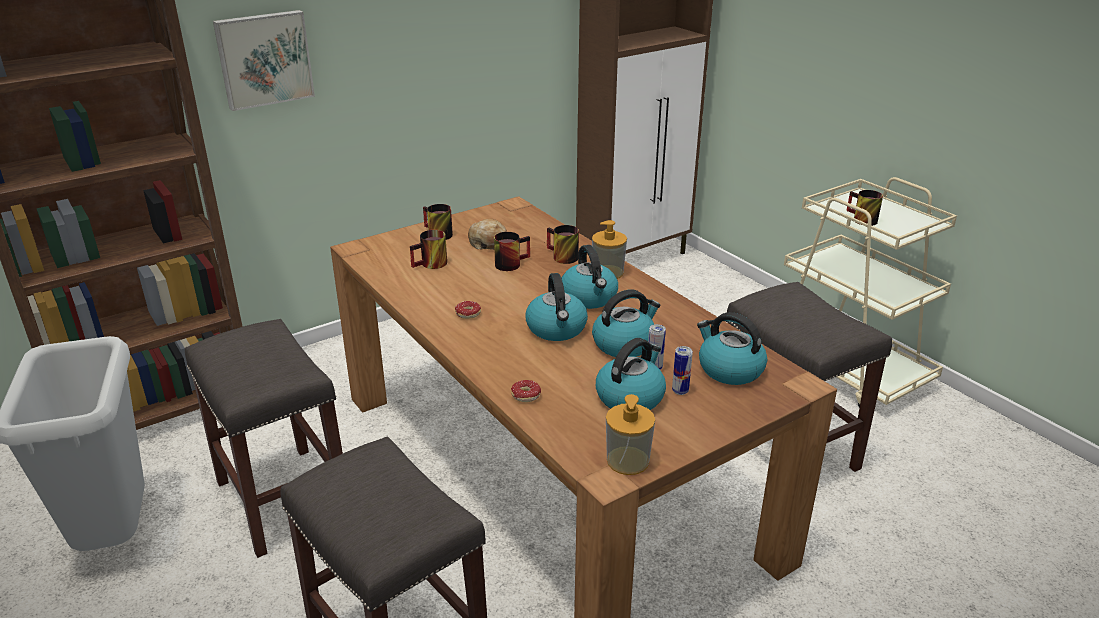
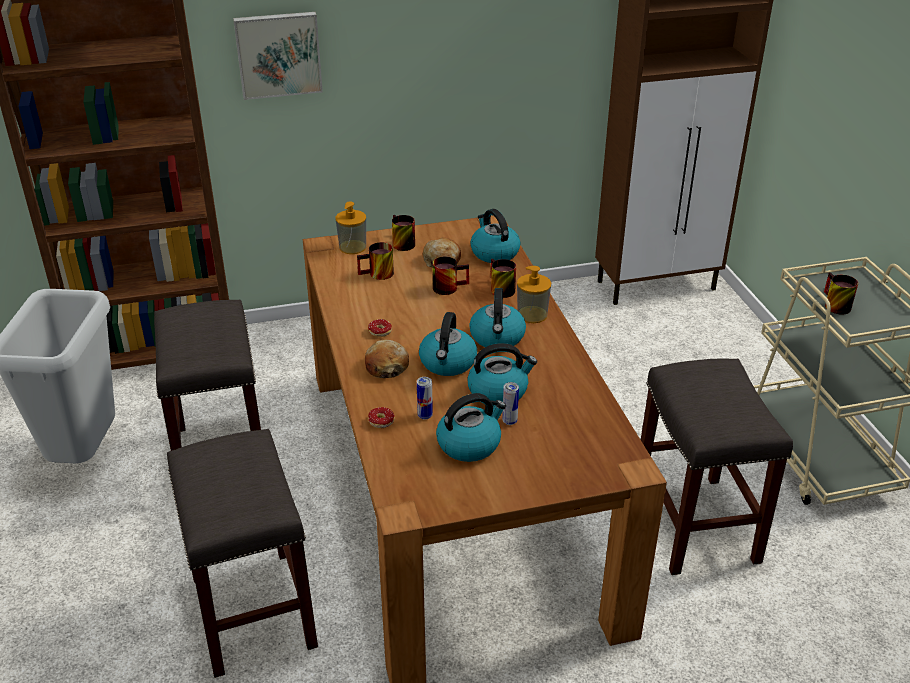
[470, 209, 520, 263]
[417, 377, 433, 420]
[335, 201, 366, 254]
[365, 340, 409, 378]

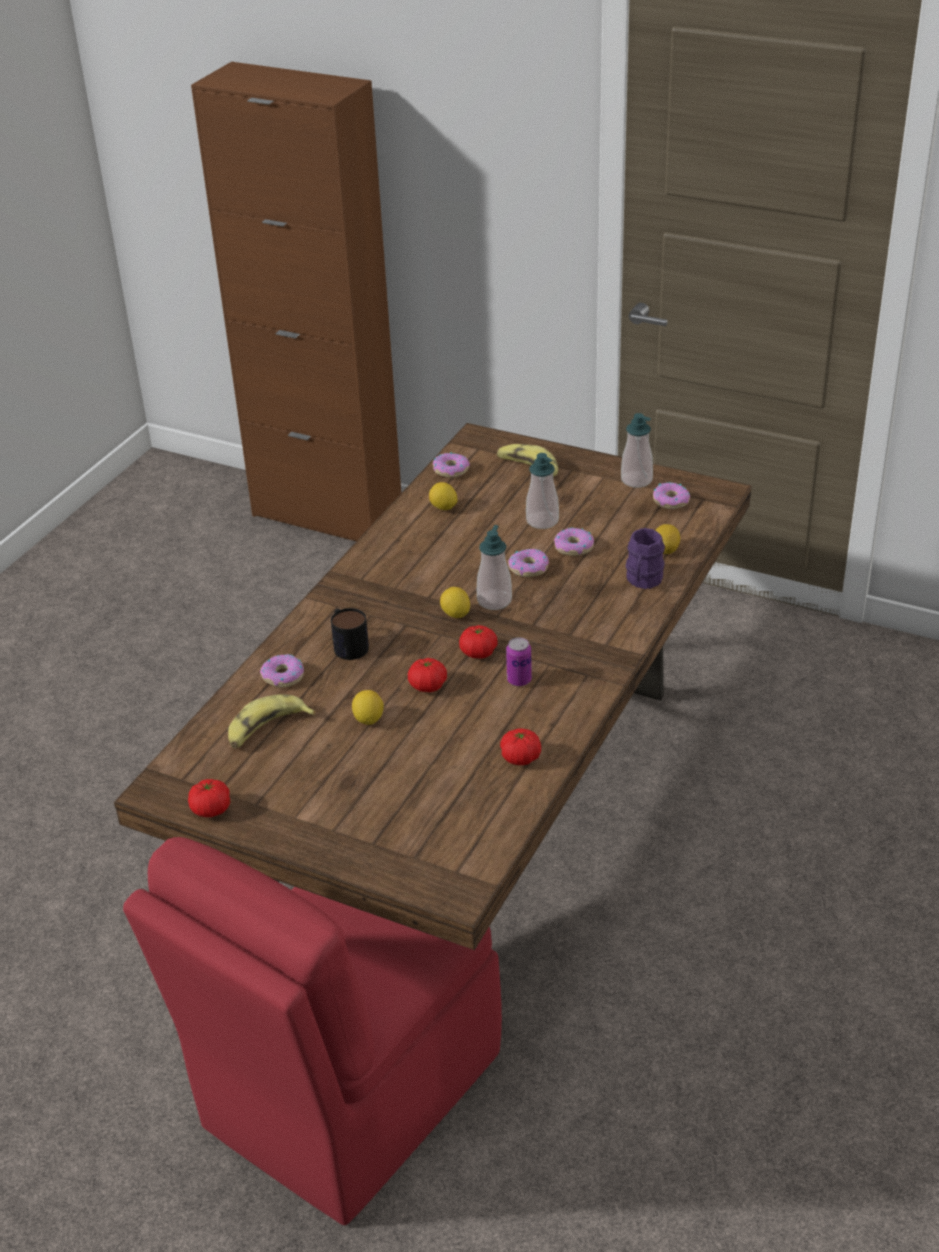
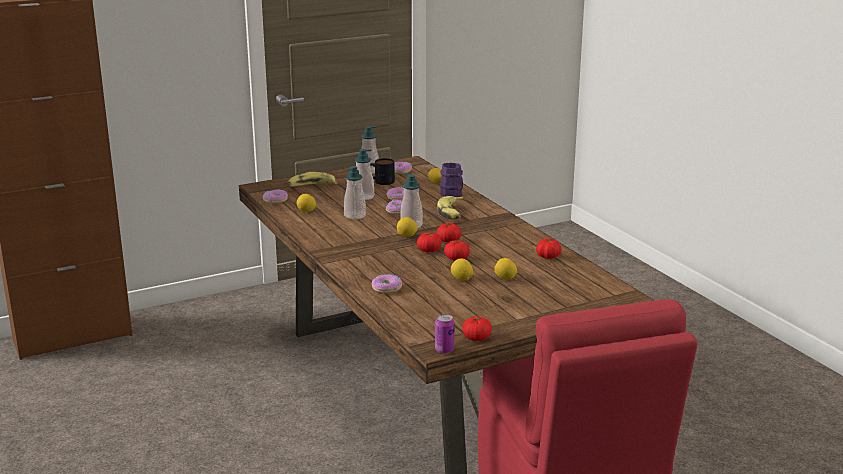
[370, 158, 395, 185]
[435, 314, 455, 354]
[437, 196, 464, 220]
[344, 166, 366, 219]
[417, 232, 442, 252]
[494, 258, 517, 280]

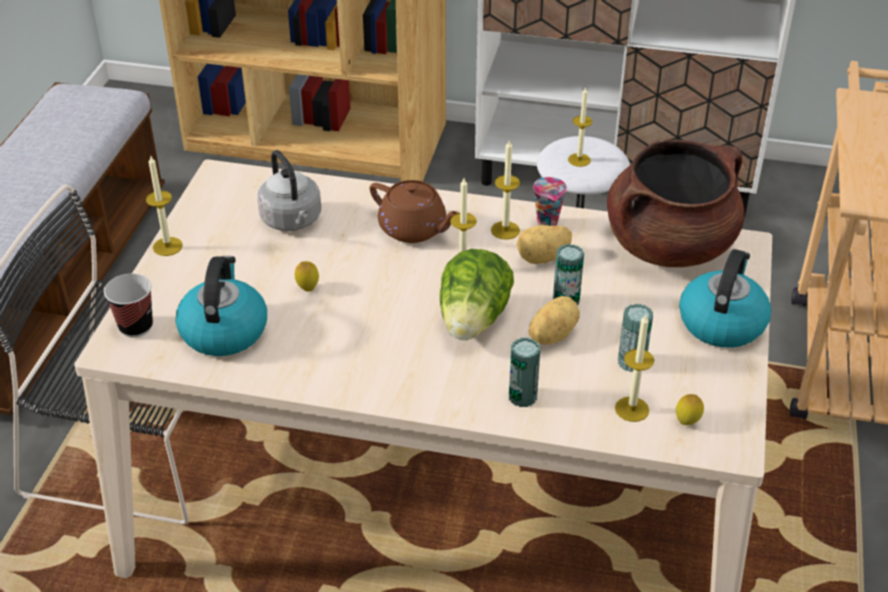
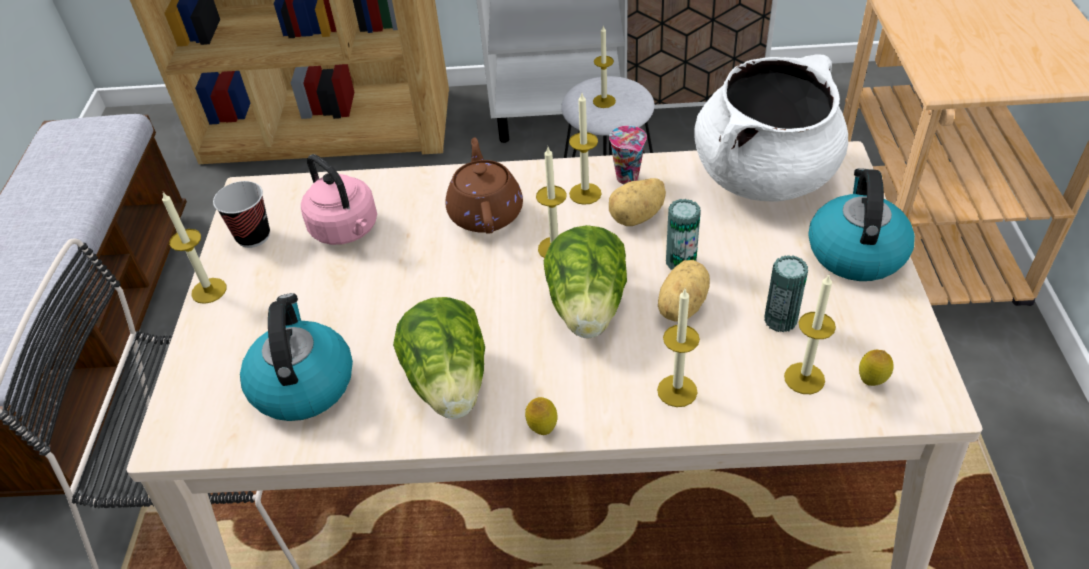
[694, 55, 848, 202]
[301, 154, 377, 245]
[446, 138, 523, 234]
[525, 397, 557, 435]
[213, 181, 270, 248]
[657, 289, 700, 407]
[393, 297, 485, 419]

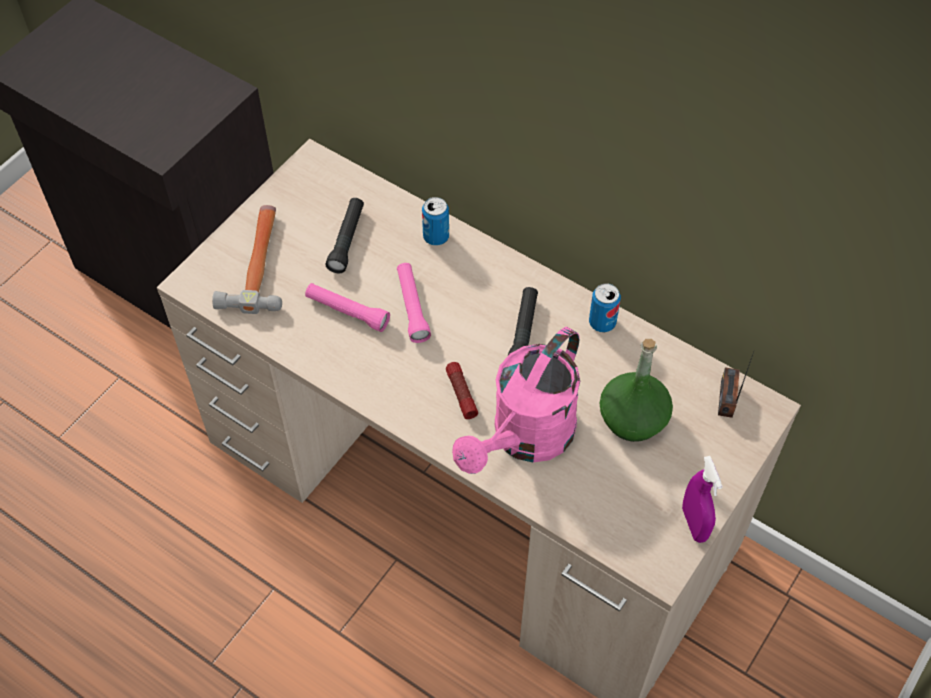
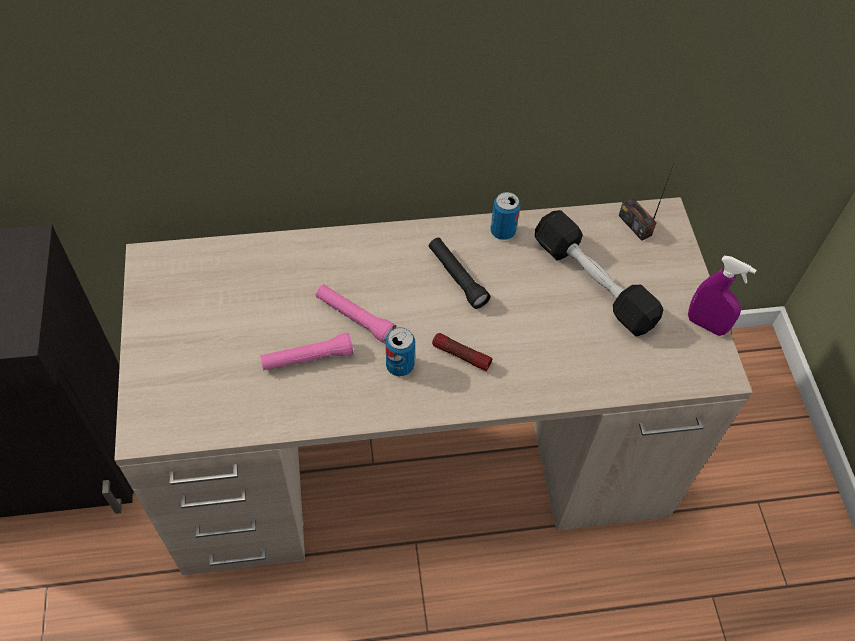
[386, 327, 415, 376]
[325, 198, 364, 274] (first image)
[212, 205, 282, 314] (first image)
[452, 327, 580, 474] (first image)
[535, 210, 663, 336]

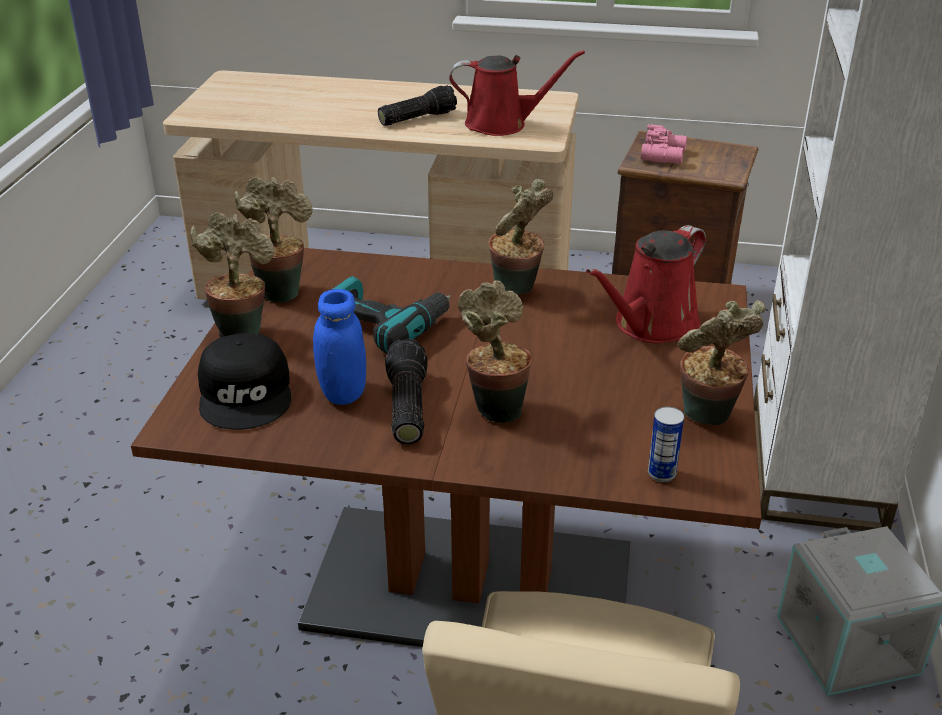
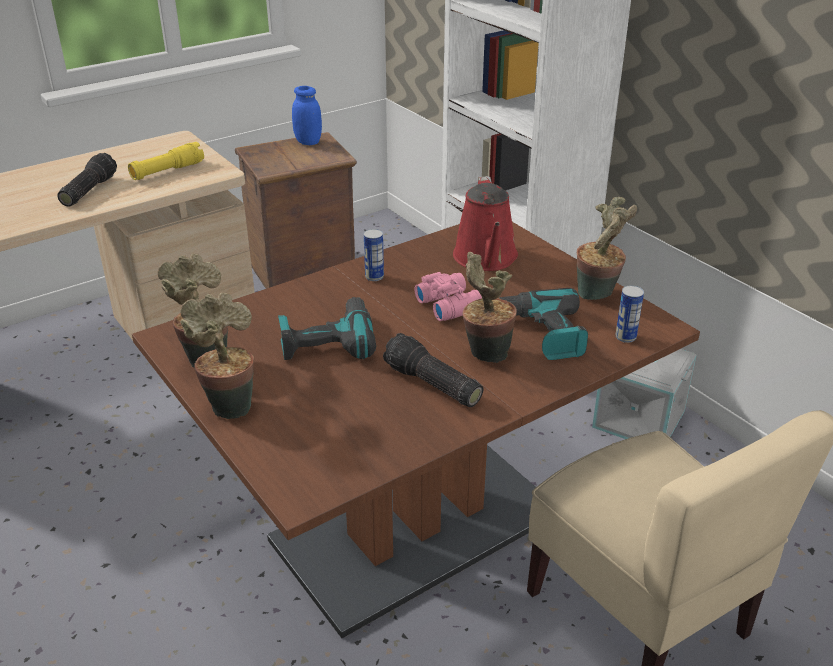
[128, 142, 204, 180]
[414, 272, 482, 321]
[364, 229, 384, 281]
[292, 86, 322, 145]
[198, 333, 291, 430] (first image)
[499, 288, 588, 360]

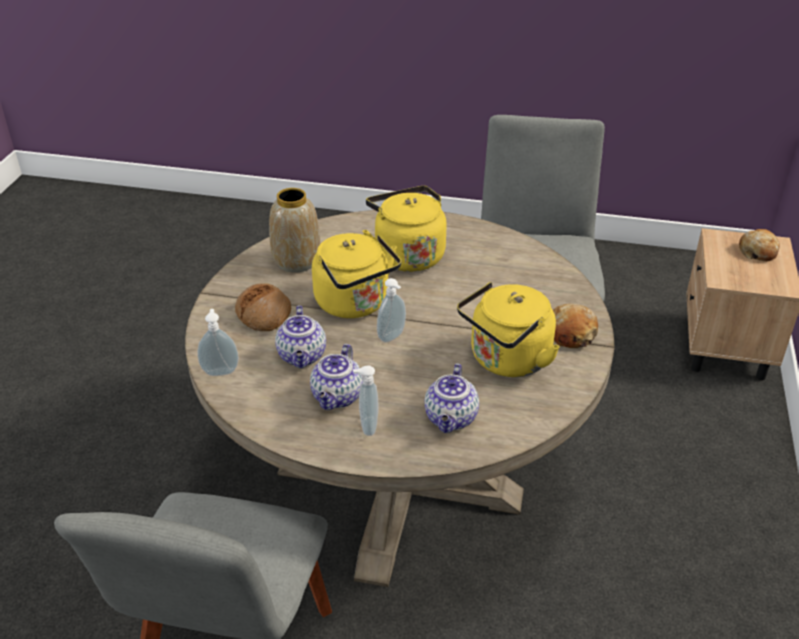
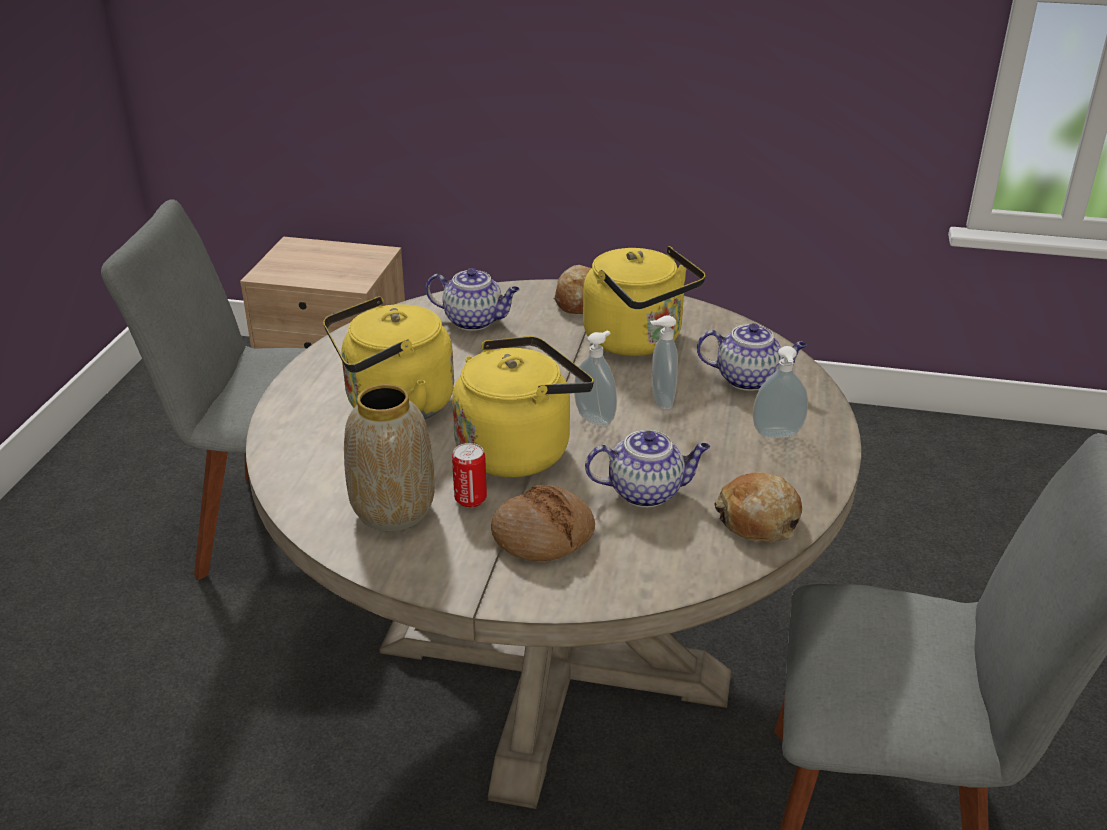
[715, 472, 802, 542]
[650, 315, 678, 409]
[426, 268, 520, 331]
[452, 443, 487, 508]

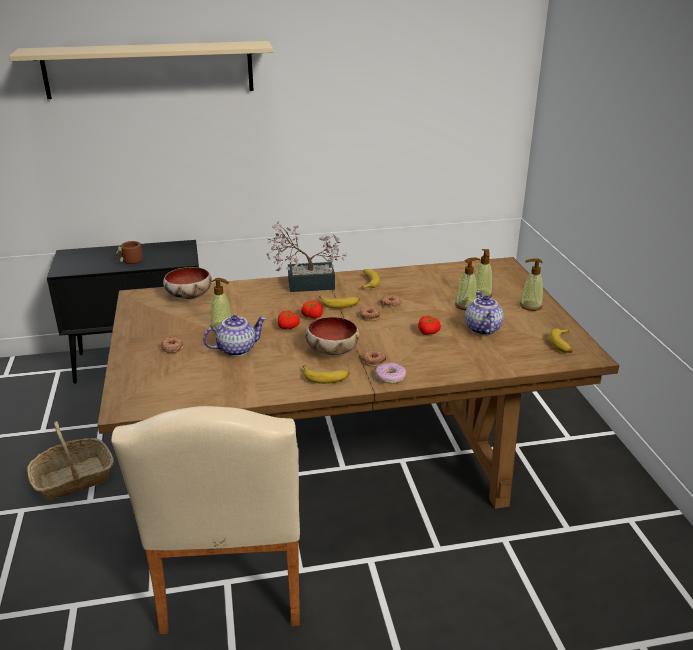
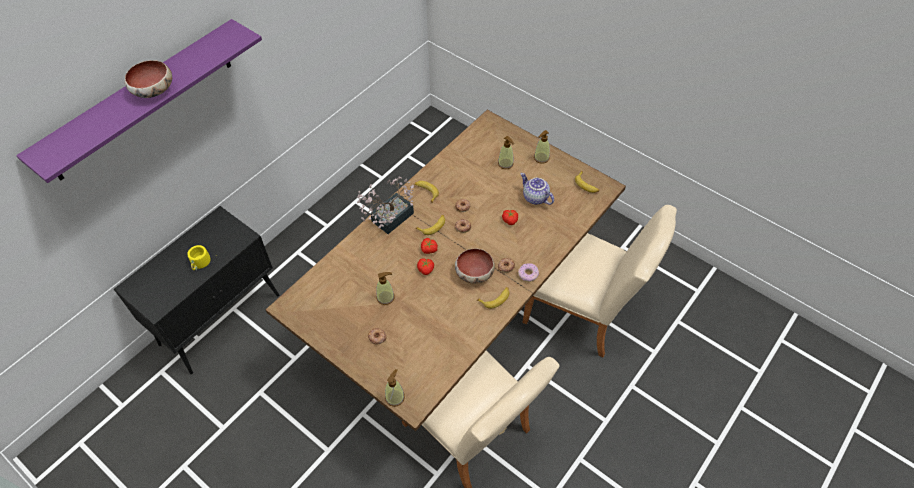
[16, 19, 262, 183]
[187, 245, 215, 270]
[385, 369, 405, 407]
[125, 60, 172, 98]
[203, 315, 267, 356] (first image)
[27, 421, 114, 500] (first image)
[522, 205, 677, 357]

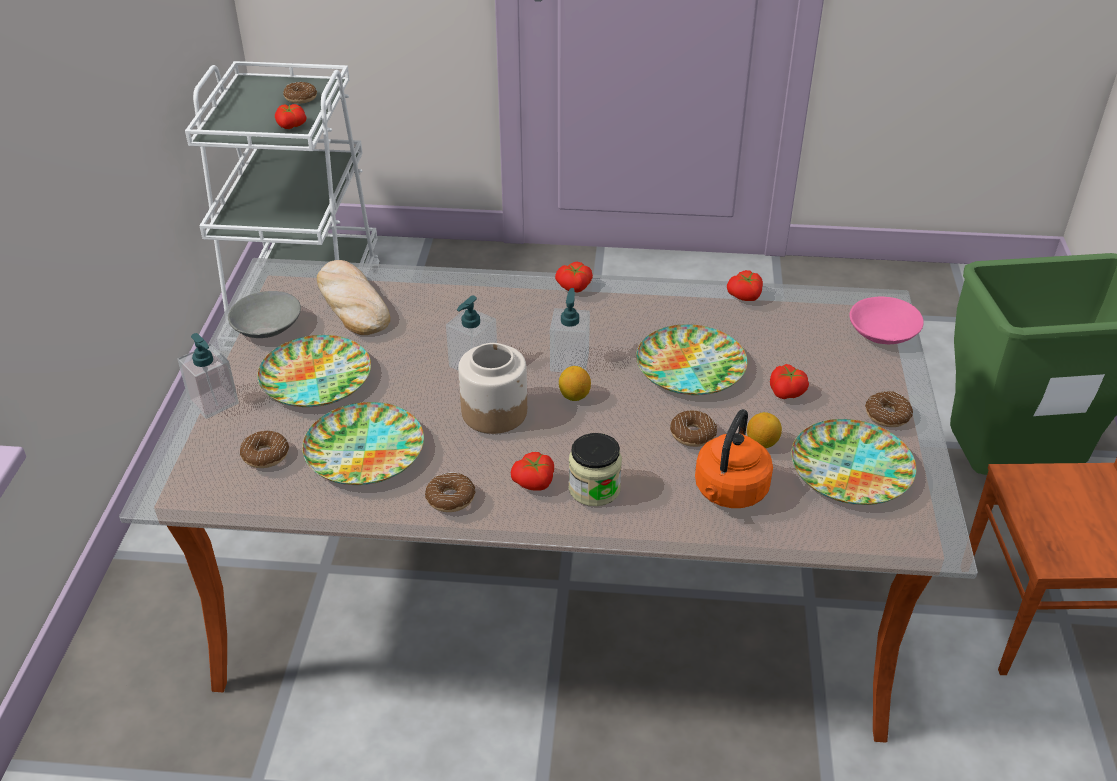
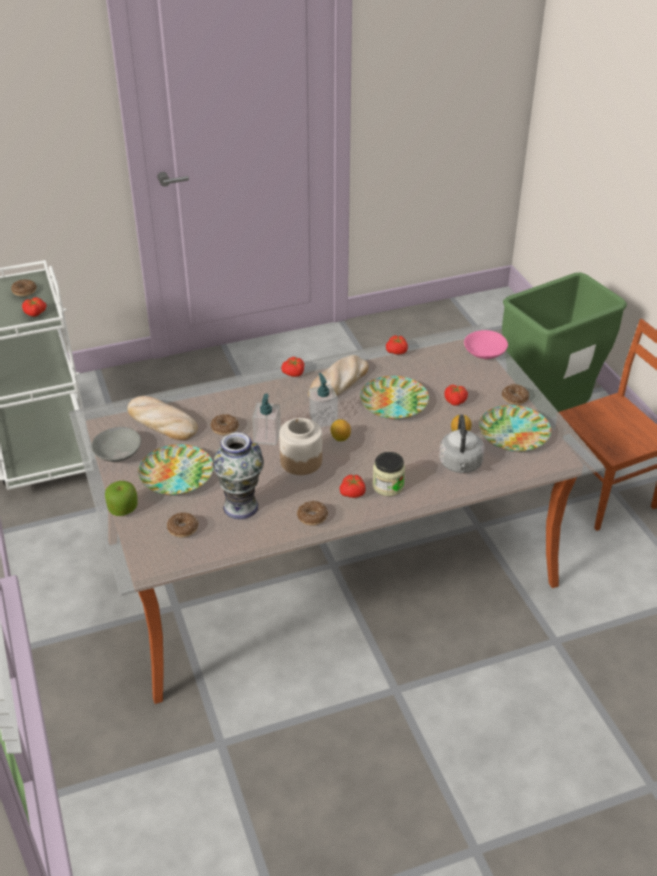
[105, 481, 138, 516]
[212, 432, 264, 519]
[439, 415, 485, 473]
[211, 414, 239, 435]
[308, 355, 369, 396]

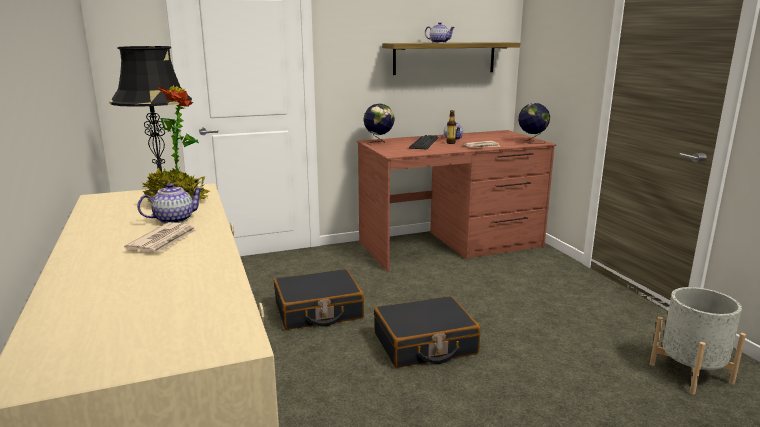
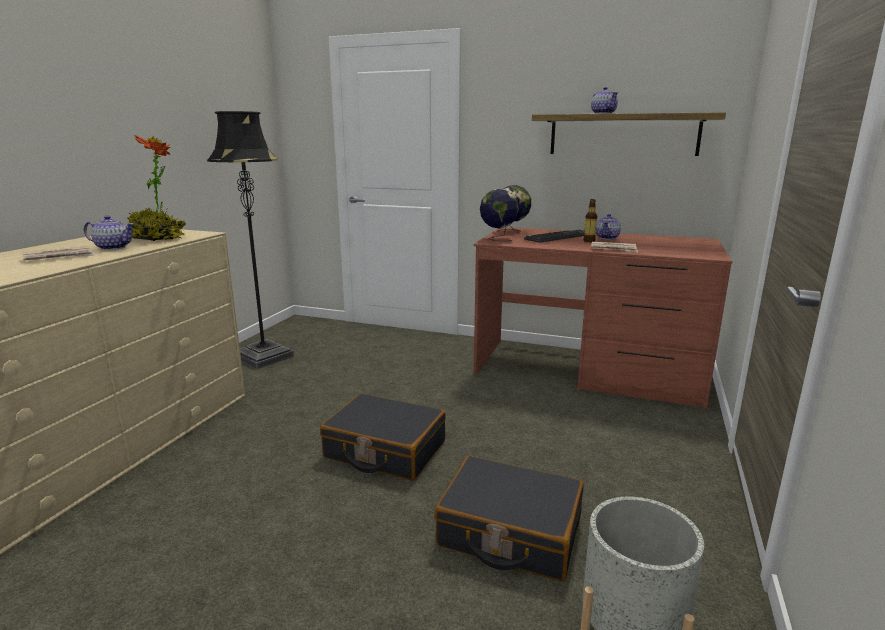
[480, 189, 519, 241]
[434, 455, 584, 581]

